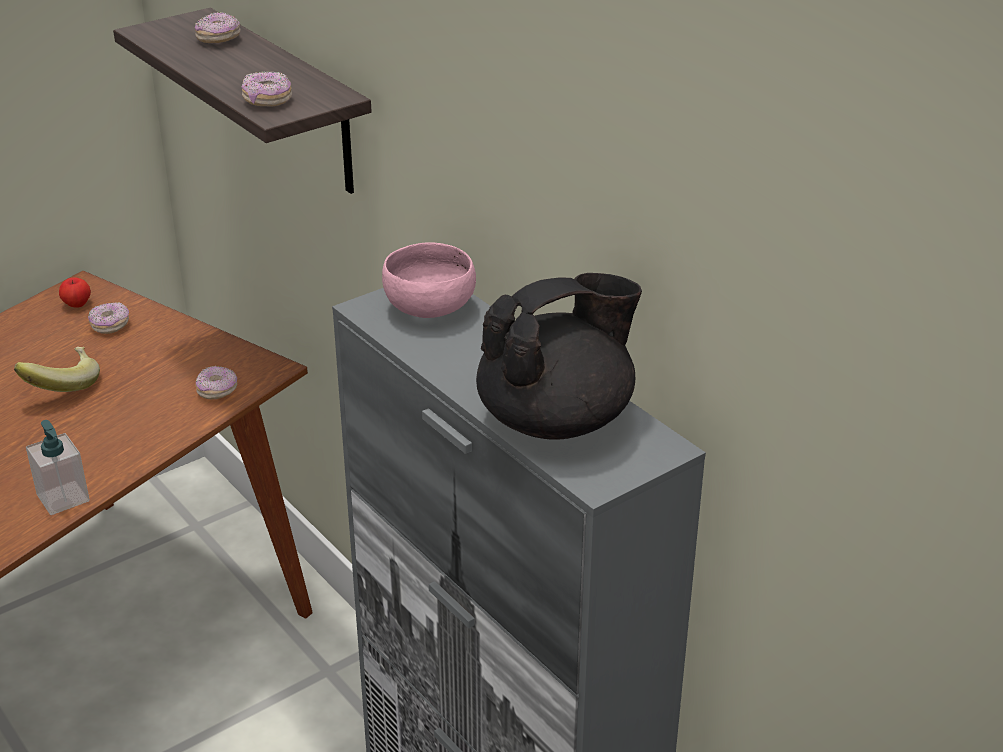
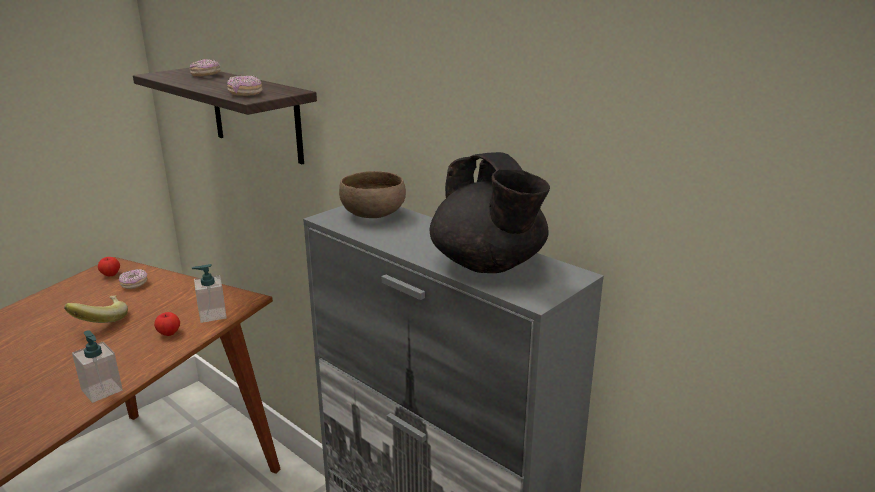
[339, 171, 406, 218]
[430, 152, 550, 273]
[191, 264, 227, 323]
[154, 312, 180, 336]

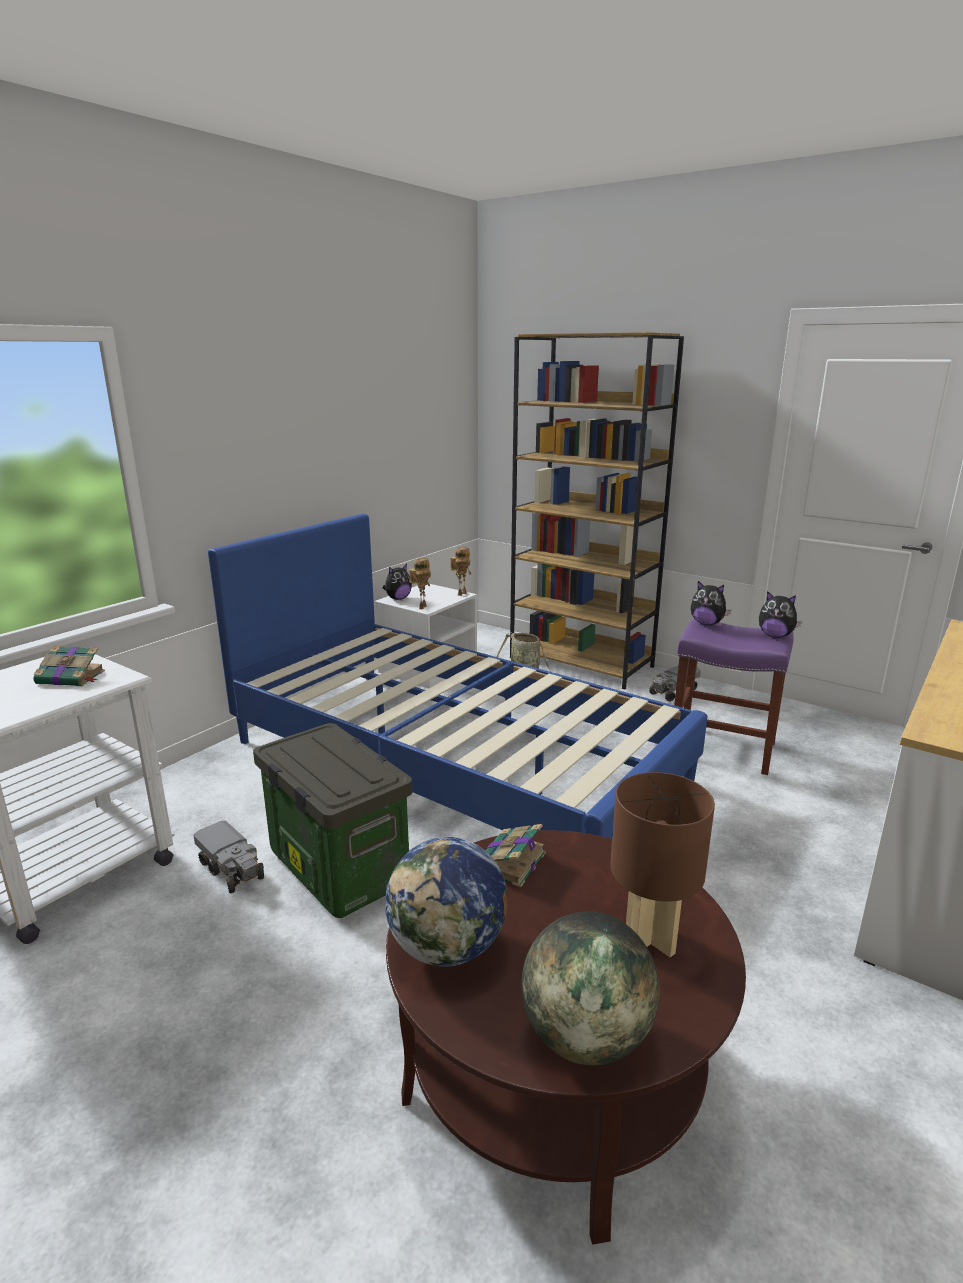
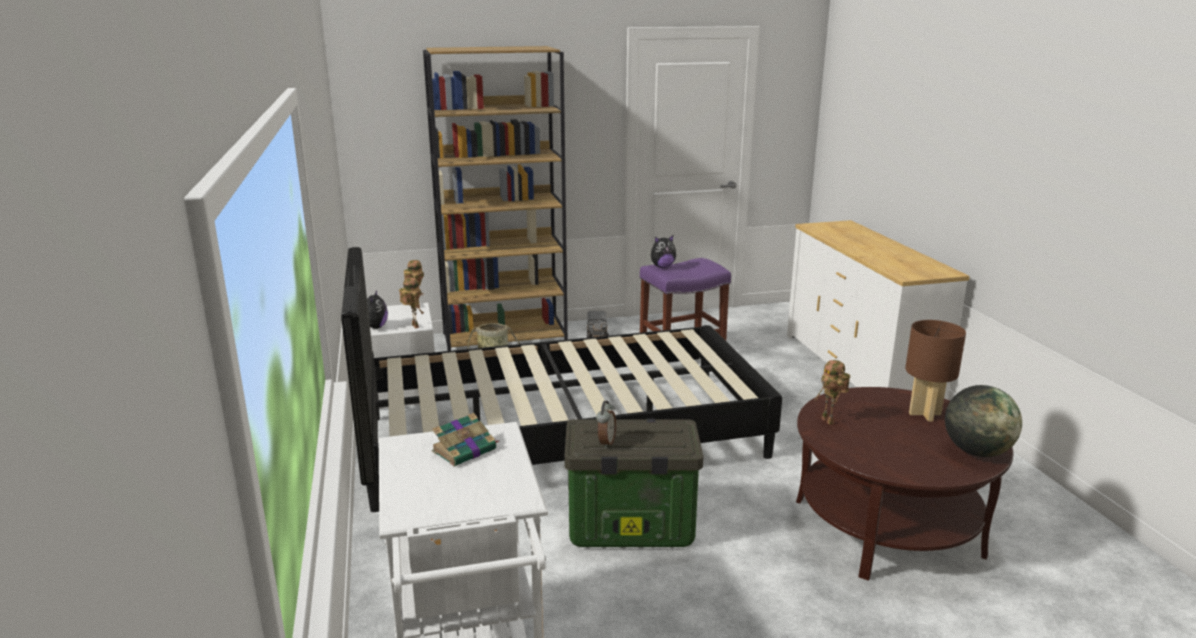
[341, 247, 782, 512]
[759, 591, 802, 638] (first image)
[193, 821, 264, 893] (first image)
[815, 360, 850, 425]
[385, 837, 507, 967] (first image)
[596, 401, 616, 448]

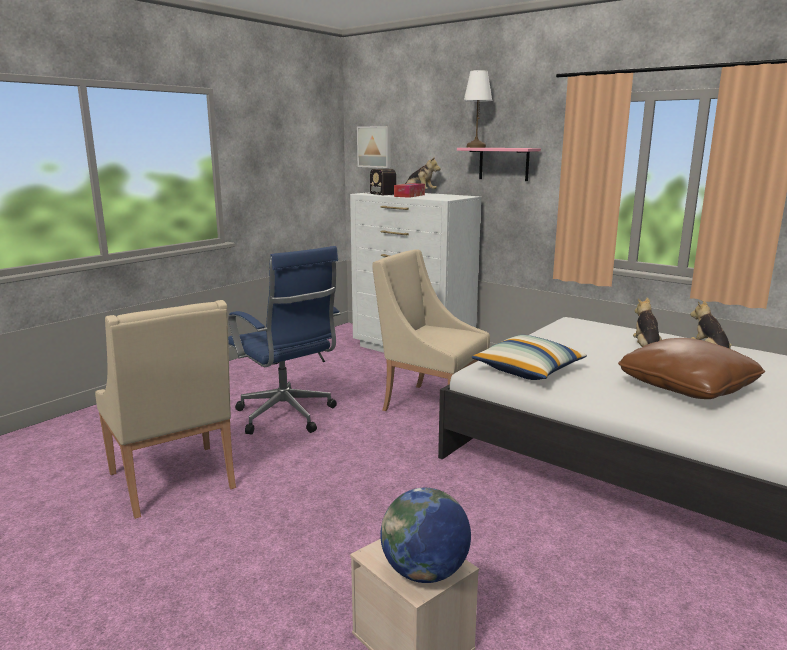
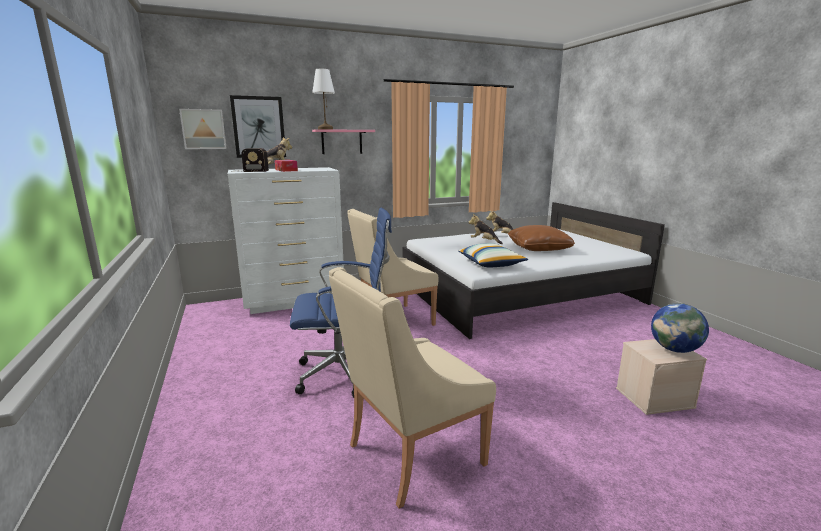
[329, 267, 496, 508]
[230, 95, 286, 158]

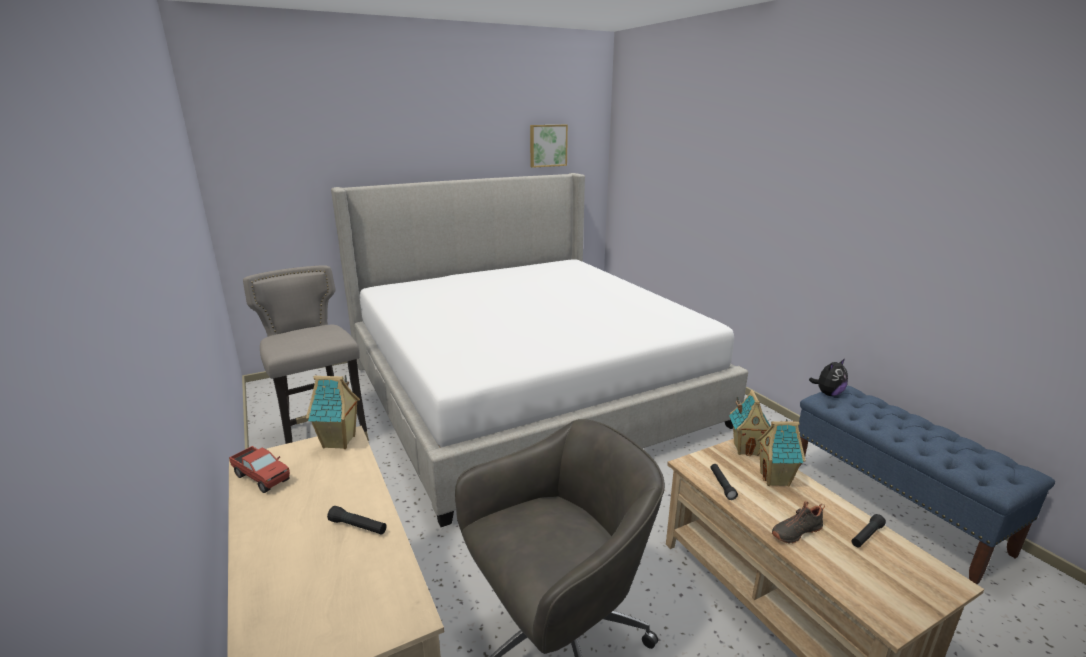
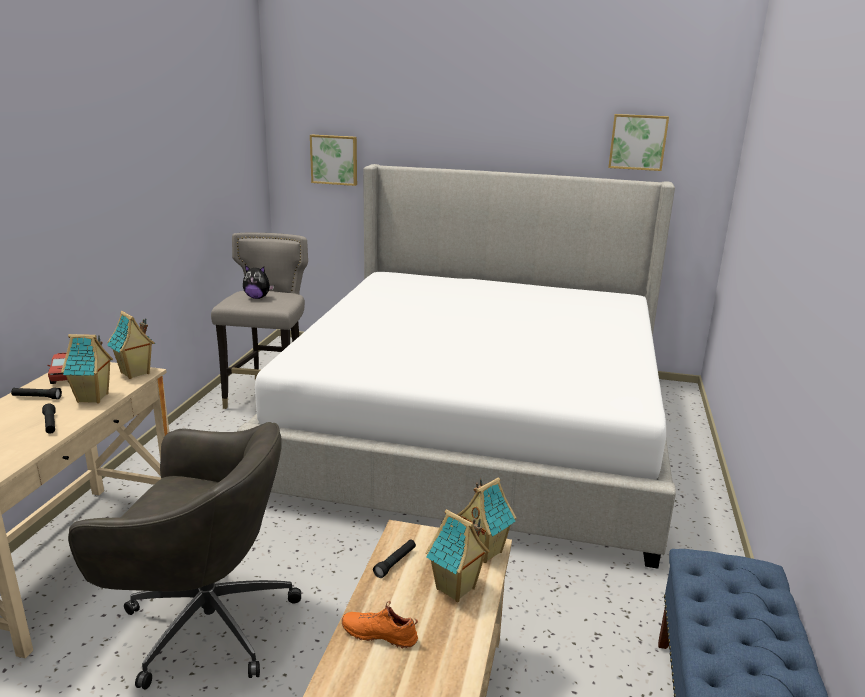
[243, 265, 274, 299]
[342, 601, 418, 648]
[11, 388, 62, 399]
[310, 135, 357, 186]
[61, 334, 113, 403]

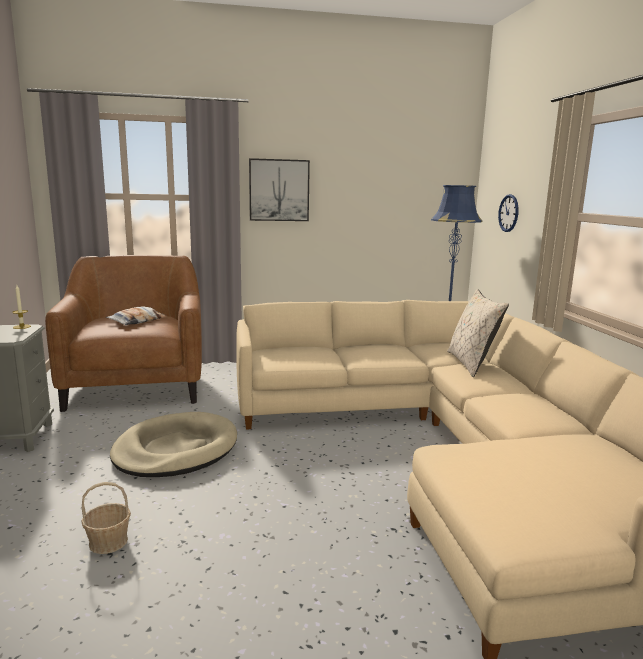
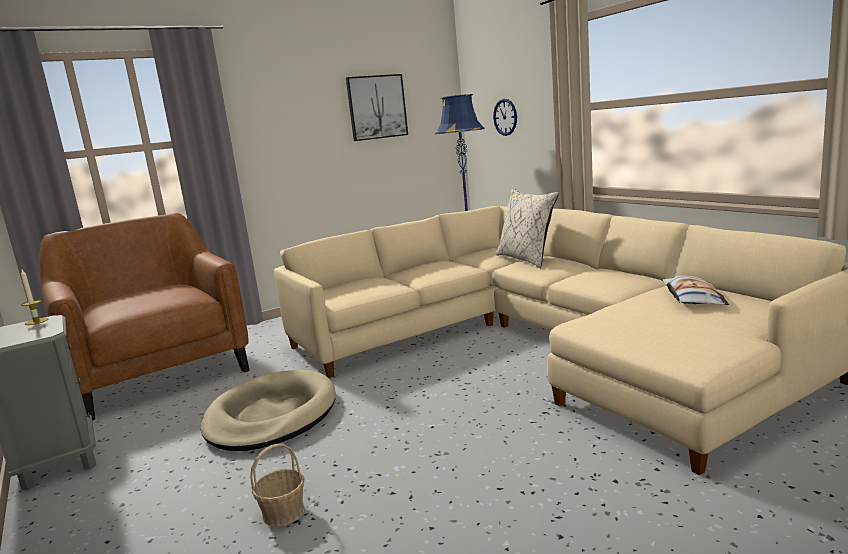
[346, 74, 408, 141]
[663, 275, 729, 305]

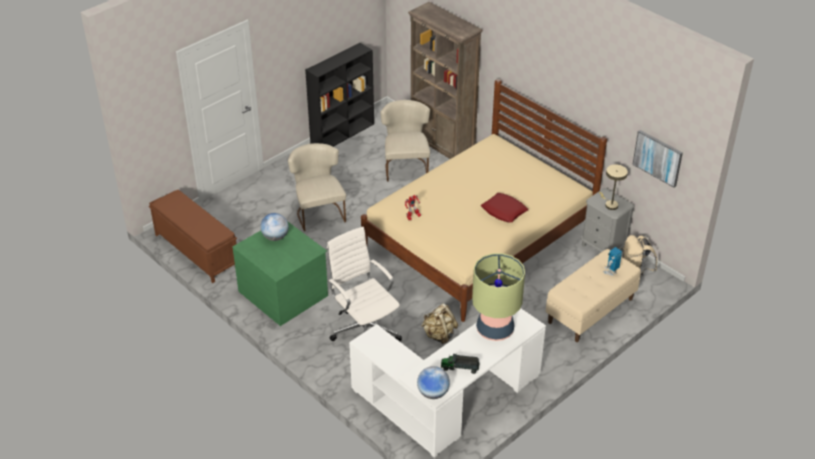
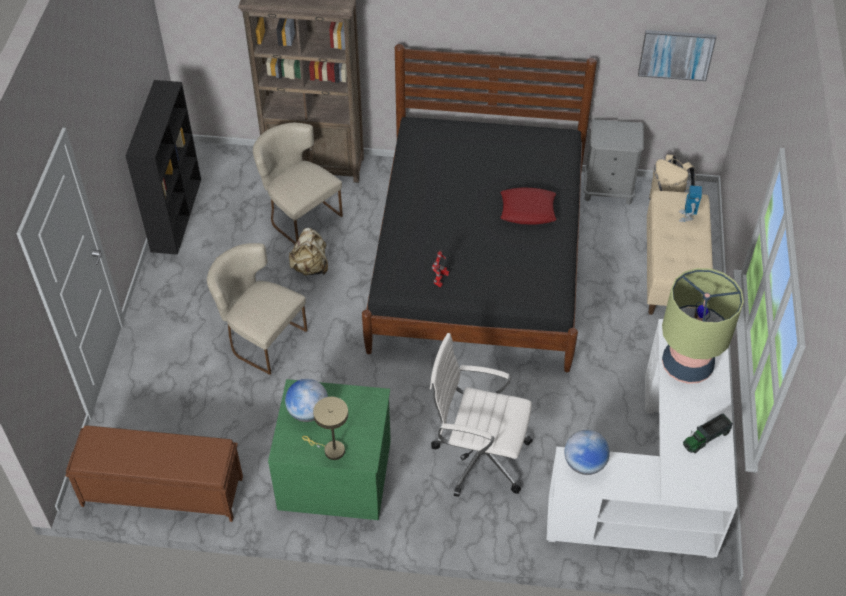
[362, 44, 597, 372]
[302, 397, 348, 460]
[289, 228, 328, 276]
[564, 430, 610, 475]

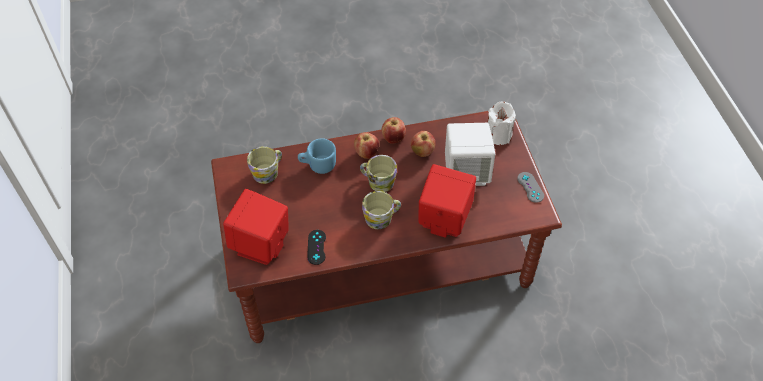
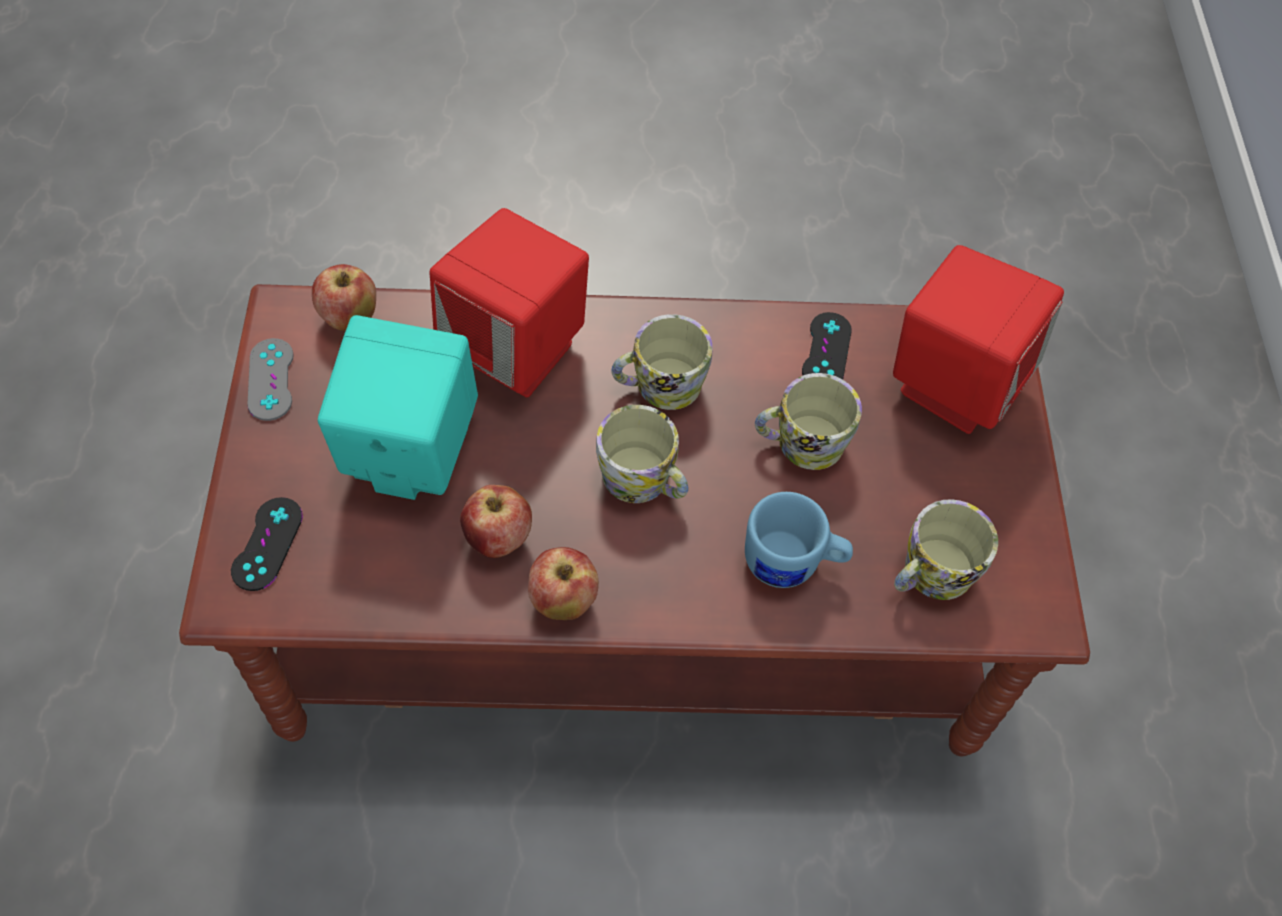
[231, 497, 303, 591]
[318, 315, 478, 500]
[312, 264, 376, 331]
[755, 373, 862, 470]

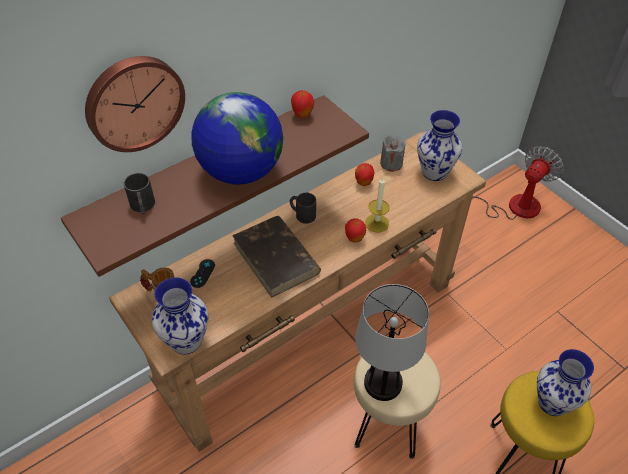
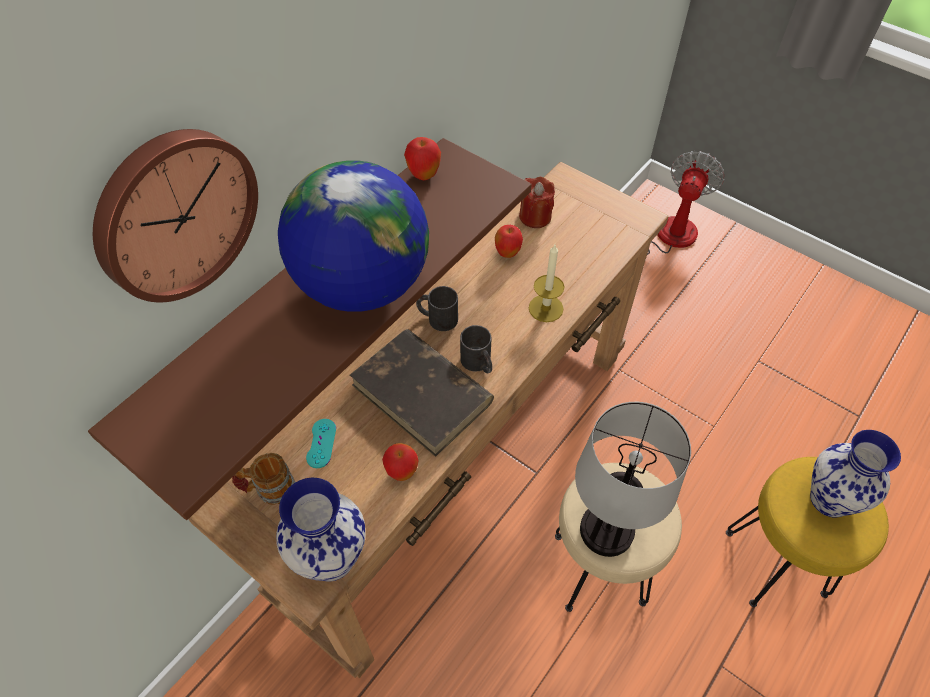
[417, 110, 462, 181] (first image)
[519, 177, 555, 228]
[460, 325, 492, 373]
[382, 443, 418, 481]
[306, 419, 336, 468]

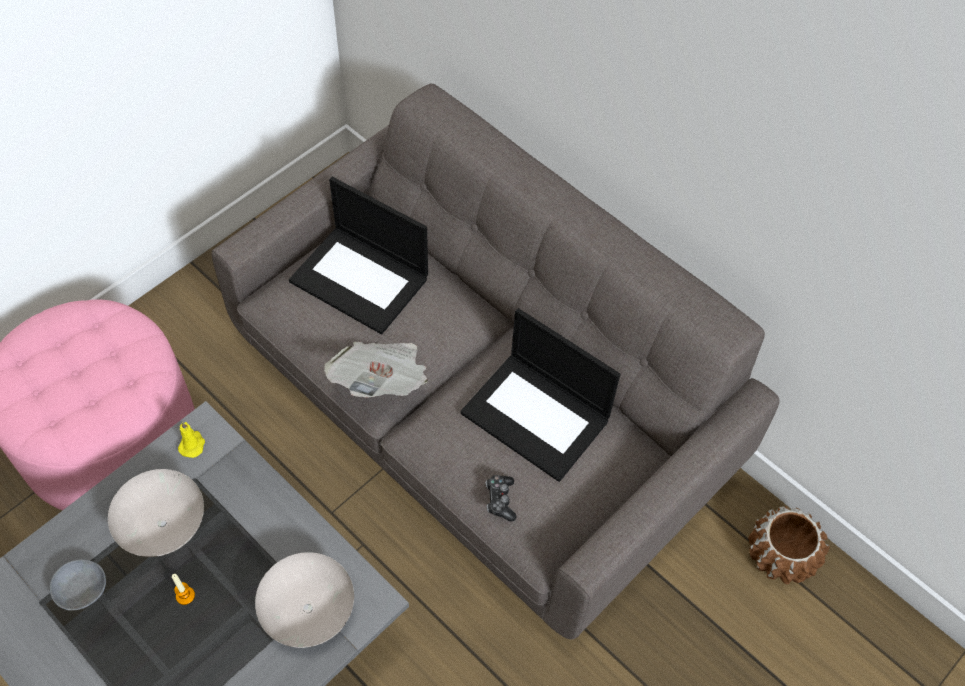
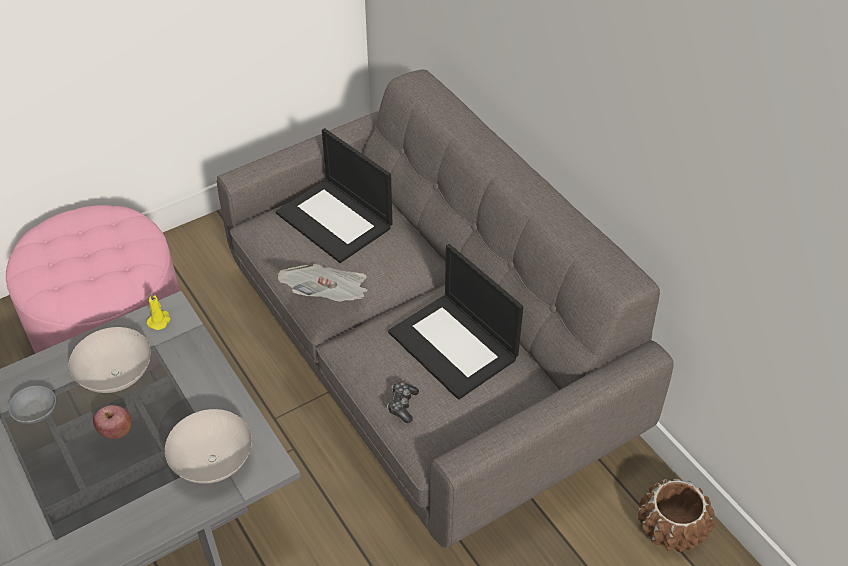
[93, 405, 132, 439]

